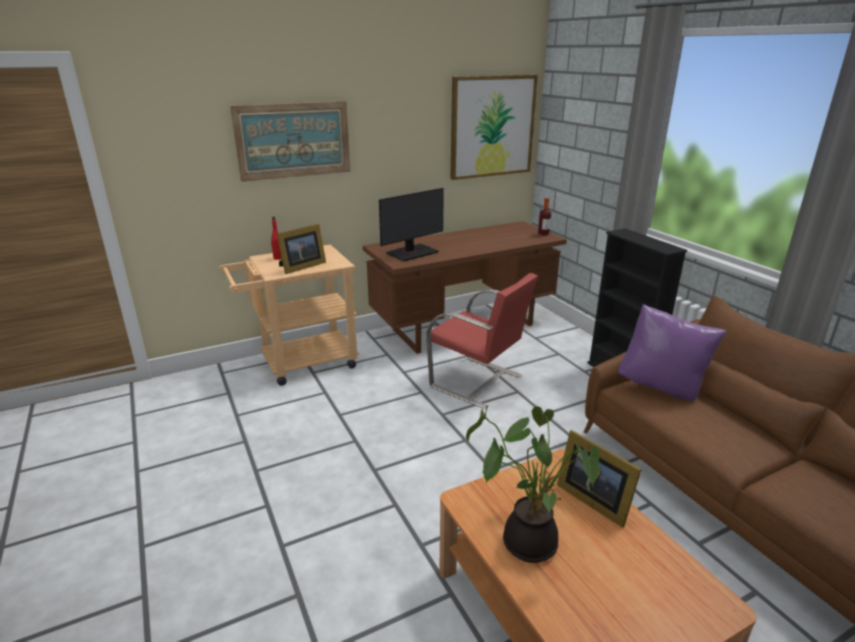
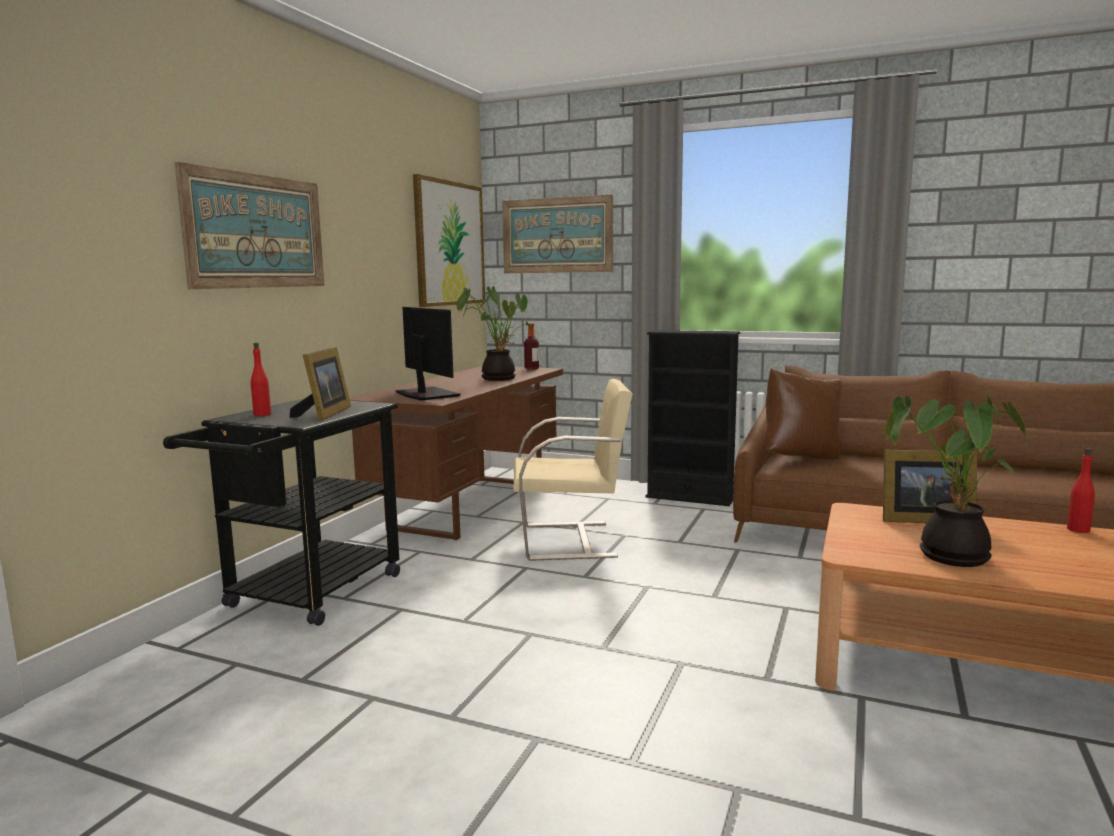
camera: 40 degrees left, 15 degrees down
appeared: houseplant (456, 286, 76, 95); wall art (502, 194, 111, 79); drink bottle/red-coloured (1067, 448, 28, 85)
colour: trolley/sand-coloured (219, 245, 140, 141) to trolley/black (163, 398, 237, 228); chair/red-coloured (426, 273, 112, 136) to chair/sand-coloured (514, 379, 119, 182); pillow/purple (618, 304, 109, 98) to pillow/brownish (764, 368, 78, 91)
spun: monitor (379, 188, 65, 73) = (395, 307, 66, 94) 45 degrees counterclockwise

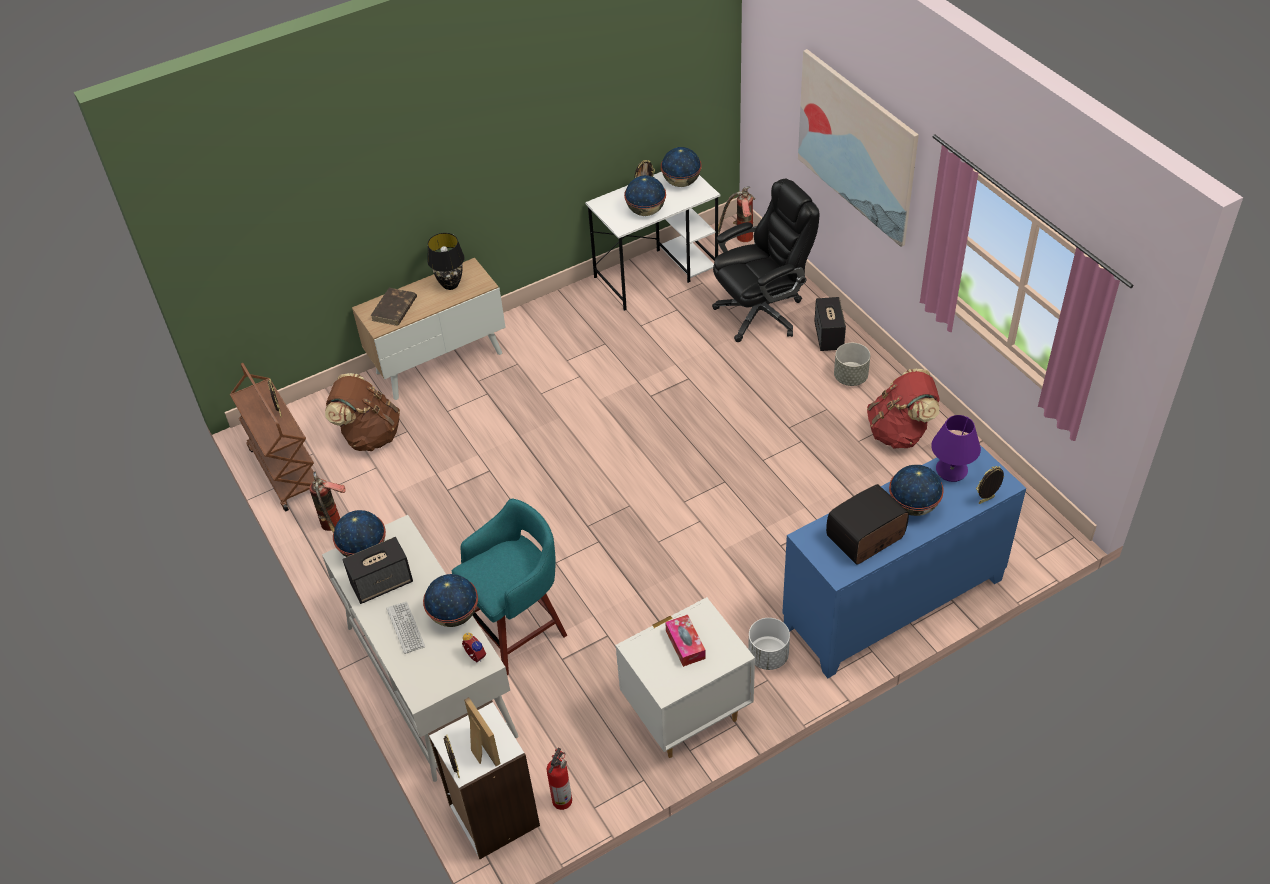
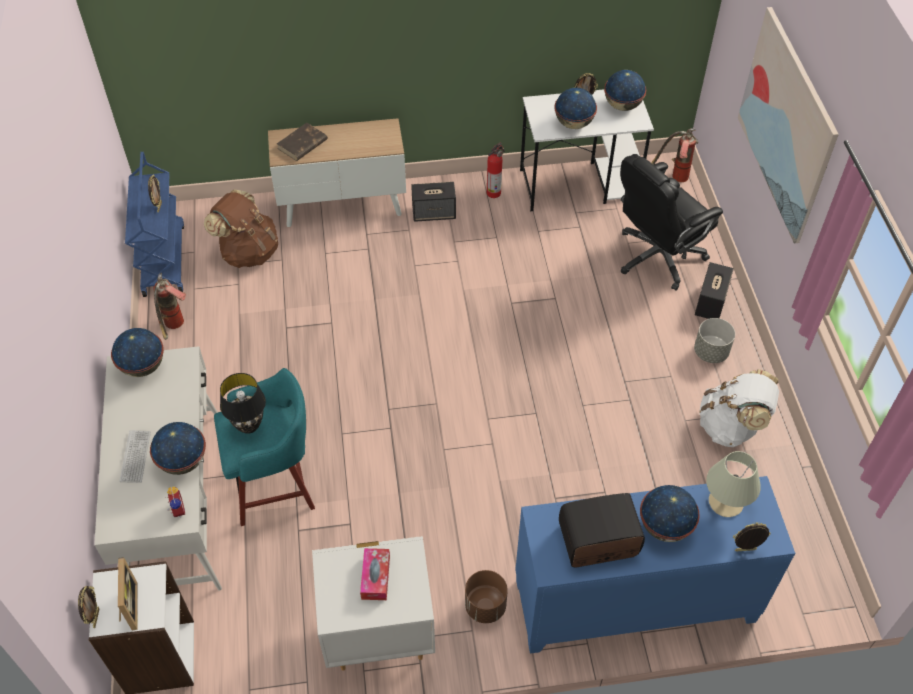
camera: 20 degrees right, 5 degrees up
relocated: audio speaker (342, 537, 71, 67) to (411, 182, 45, 40); table lamp/black (427, 233, 38, 57) to (220, 373, 46, 61); fire-fighting cylinder (547, 748, 25, 62) to (487, 142, 18, 56)
colour: trolley/brownish (230, 363, 85, 148) to trolley/blue-coloured (125, 152, 59, 145); plant pot/white (748, 618, 42, 52) to plant pot/brownish (465, 570, 43, 53); knapsack/red-coloured (867, 369, 73, 80) to knapsack/white (699, 370, 80, 77); table lamp/purple (931, 415, 50, 67) to table lamp/sand-coloured (706, 451, 55, 66)
spun: computer chair/black (712, 178, 107, 164) = (620, 154, 103, 137) 150 degrees clockwise

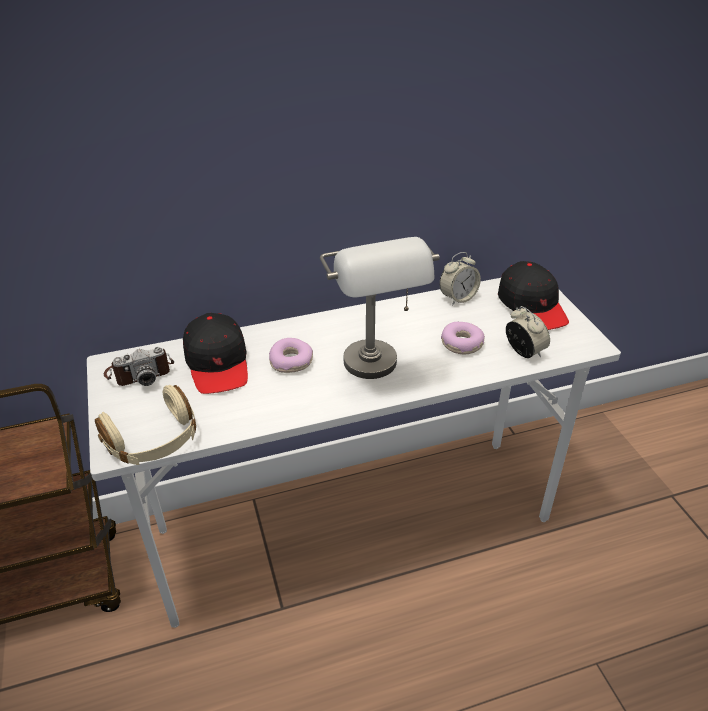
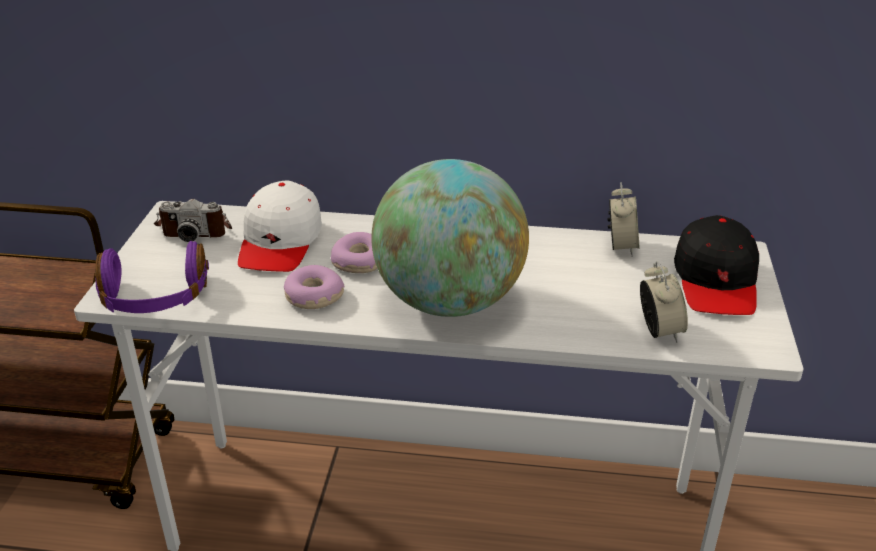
camera: 25 degrees right, 5 degrees down
relocated: donut (441, 322, 44, 32) to (284, 265, 60, 44)
exchanged: table lamp/greyish (320, 237, 120, 142) to desk globe (371, 159, 158, 158)
colour: headphones/sand-coloured (95, 385, 101, 80) to headphones/purple (95, 241, 114, 72); peaked cap/black (183, 313, 65, 81) to peaked cap/white (238, 180, 84, 92)
spun: bedside clock (439, 252, 42, 53) = (608, 182, 32, 75) 75 degrees counterclockwise

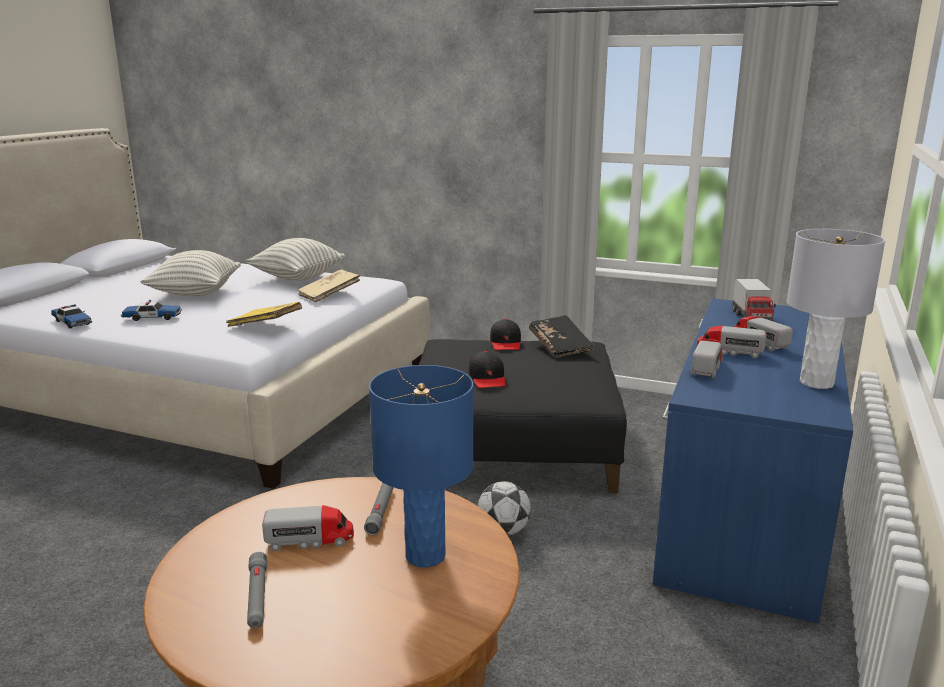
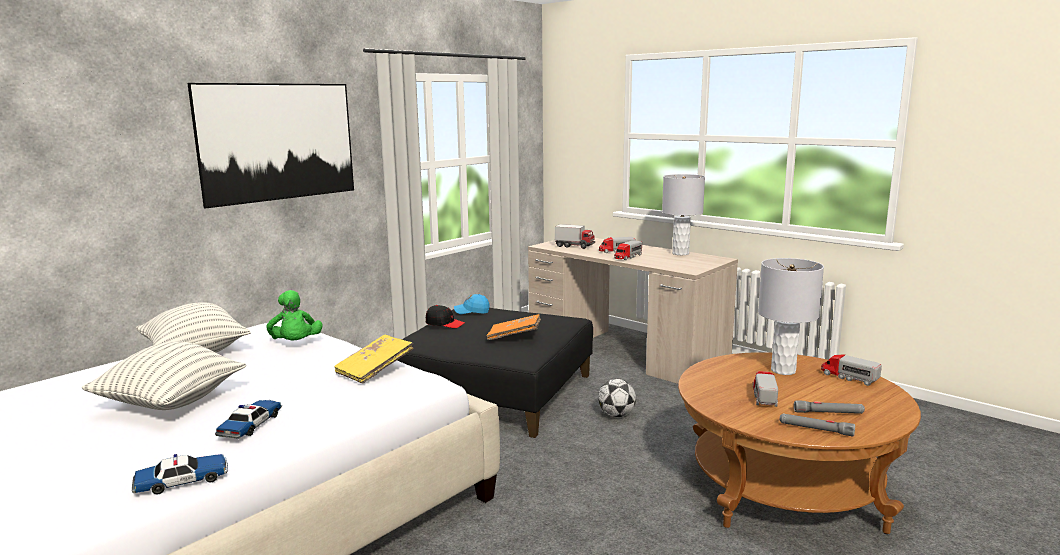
camera: 70 degrees left, 5 degrees down
appeared: wall art (187, 83, 167, 126)
relocated: hand torch/greyish (364, 483, 30, 52) to (780, 413, 75, 23); toy truck (691, 339, 32, 39) to (821, 354, 61, 32)
exchanged: bound book/sand-coloured (298, 269, 62, 33) to cuddly toy/greenish (267, 290, 56, 51); peaked cap/black (469, 351, 36, 37) to bound book/orange-coloured (486, 314, 55, 26); bound book/black (529, 315, 65, 43) to peaked cap/blue-coloured (454, 294, 36, 20)
colour: table lamp/blue-coloured (369, 365, 105, 203) to table lamp/greyish (758, 258, 66, 117); desk unit/blue-coloured (653, 298, 200, 325) to desk unit/sand-coloured (528, 238, 210, 146)

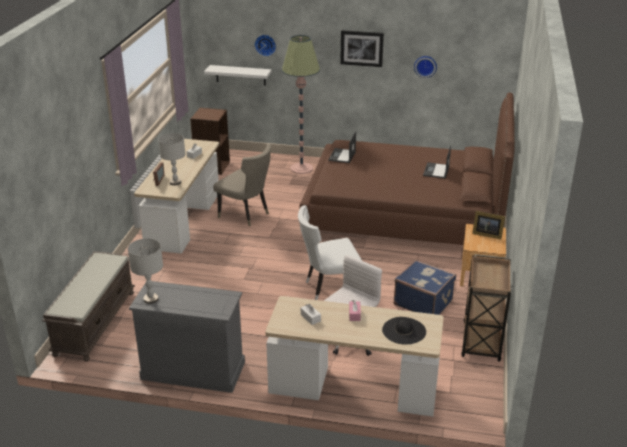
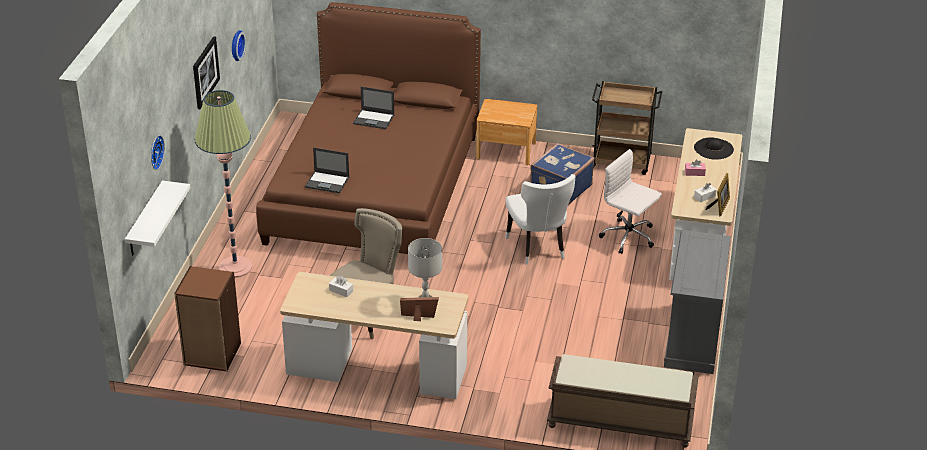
camera: 90 degrees left, 5 degrees up
missing: table lamp/greyish (128, 239, 35, 65)
relocated: picture frame (472, 211, 33, 28) to (706, 173, 24, 44)

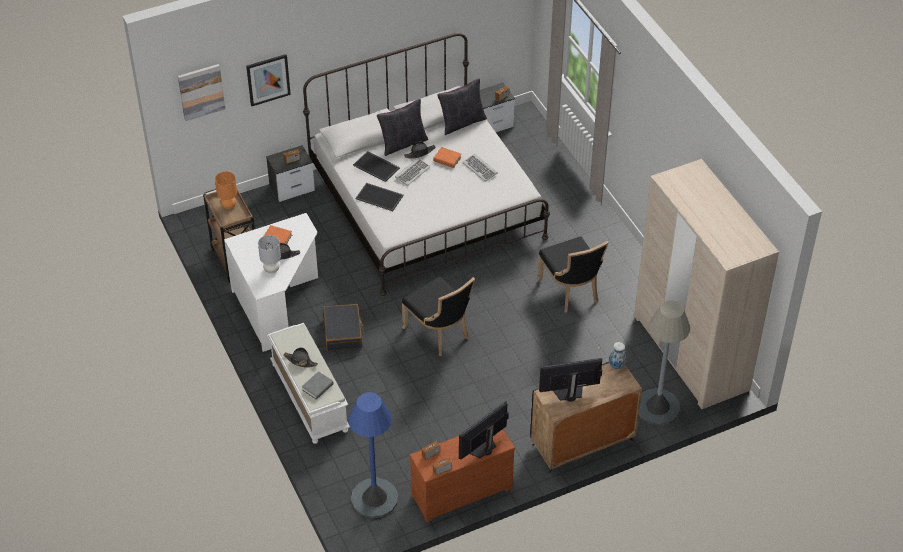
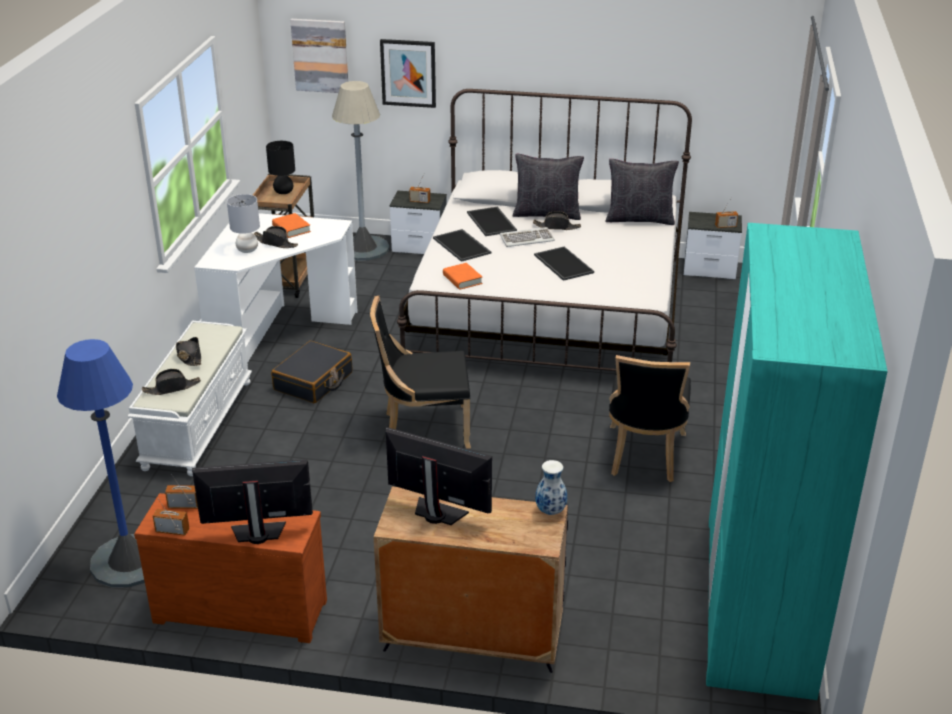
camera: 35 degrees right, 15 degrees down
missing: keyboard (462, 154, 36, 28)
appeared: tray (534, 247, 60, 34)
relocated: bound book/orange-coloured (433, 147, 28, 21) to (443, 263, 40, 27); standing lamp/greyish (639, 300, 51, 125) to (332, 81, 57, 180)
exchanged: bound book/greyish (302, 371, 32, 29) to wearable hat/black (142, 369, 59, 26)
colour: table lamp/orange-coloured (215, 171, 22, 38) to table lamp/black (266, 141, 29, 53); clothes cupboard/sand-coloured (634, 159, 145, 250) to clothes cupboard/turquoise (706, 223, 182, 477)
spun: chair/black (402, 276, 73, 80) = (370, 296, 101, 153) 90 degrees clockwise

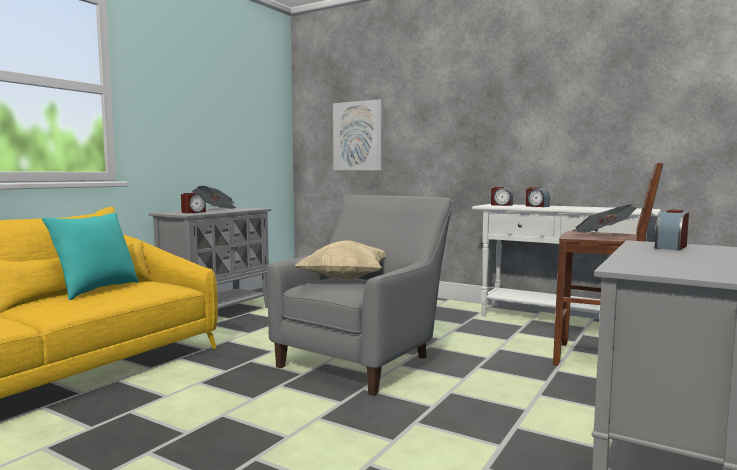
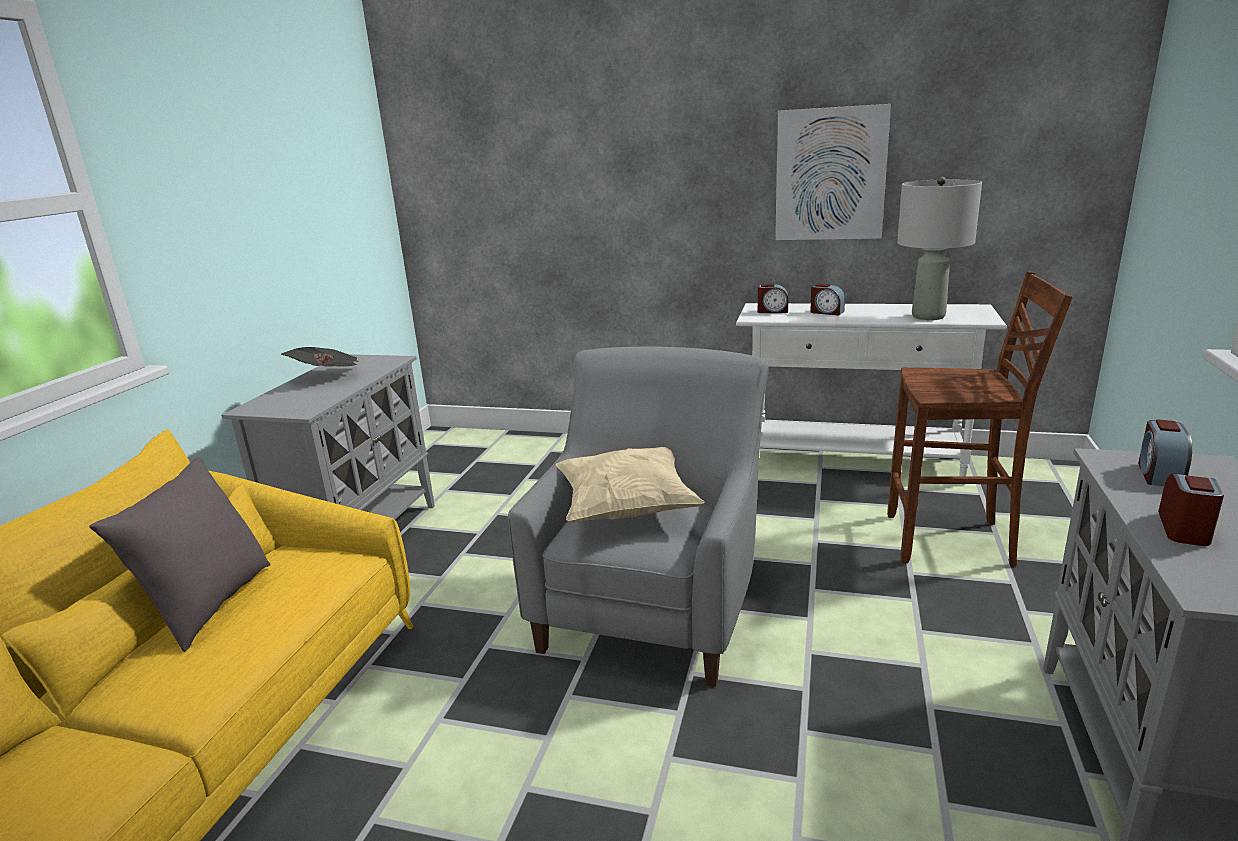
camera: 15 degrees left, 15 degrees up
missing: newspaper (572, 204, 64, 29)
appeared: table lamp/greyish (897, 177, 85, 143)
relocated: bedside clock (181, 193, 25, 20) to (1158, 474, 66, 72); wall art (333, 99, 50, 71) to (775, 104, 116, 136)
colour: pillow/turquoise (42, 213, 97, 87) to pillow/greyish (89, 457, 182, 195)

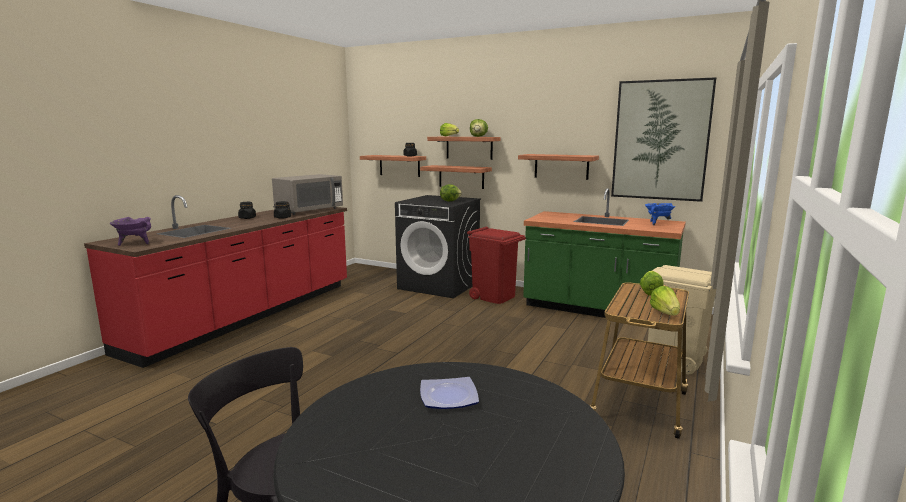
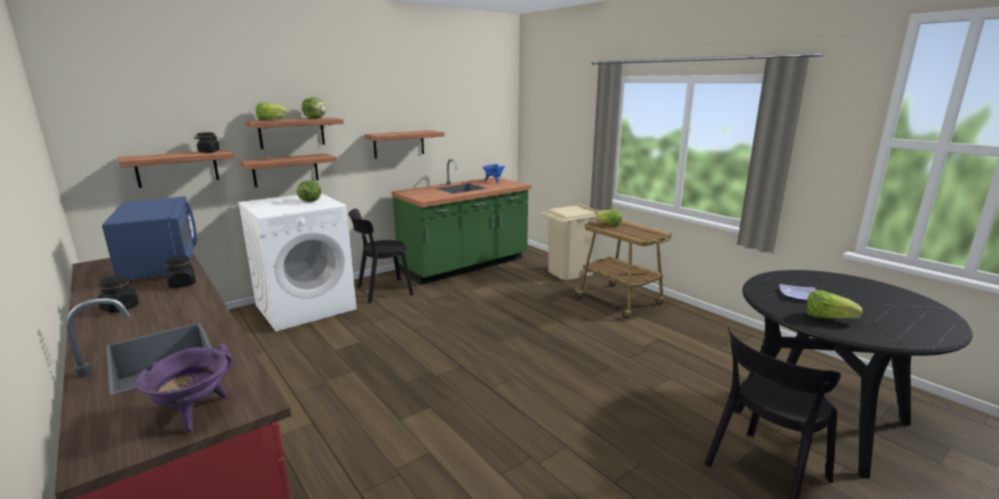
camera: 65 degrees left, 5 degrees up
missing: wall art (611, 77, 105, 125)
relocated: lettuce (650, 286, 30, 30) to (806, 290, 57, 29)
exchanged: rubbish bin/red-coloured (467, 227, 58, 77) to chair/black (348, 208, 65, 95)
colour: kitchen microwave/greyish (272, 174, 71, 41) to kitchen microwave/blue-coloured (102, 196, 95, 86); laundry machine/black (395, 195, 86, 103) to laundry machine/white (238, 193, 119, 138)

